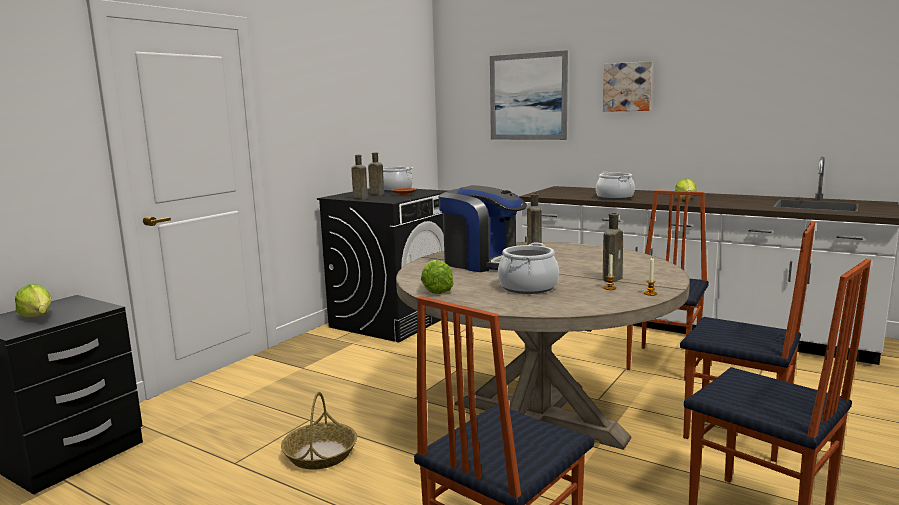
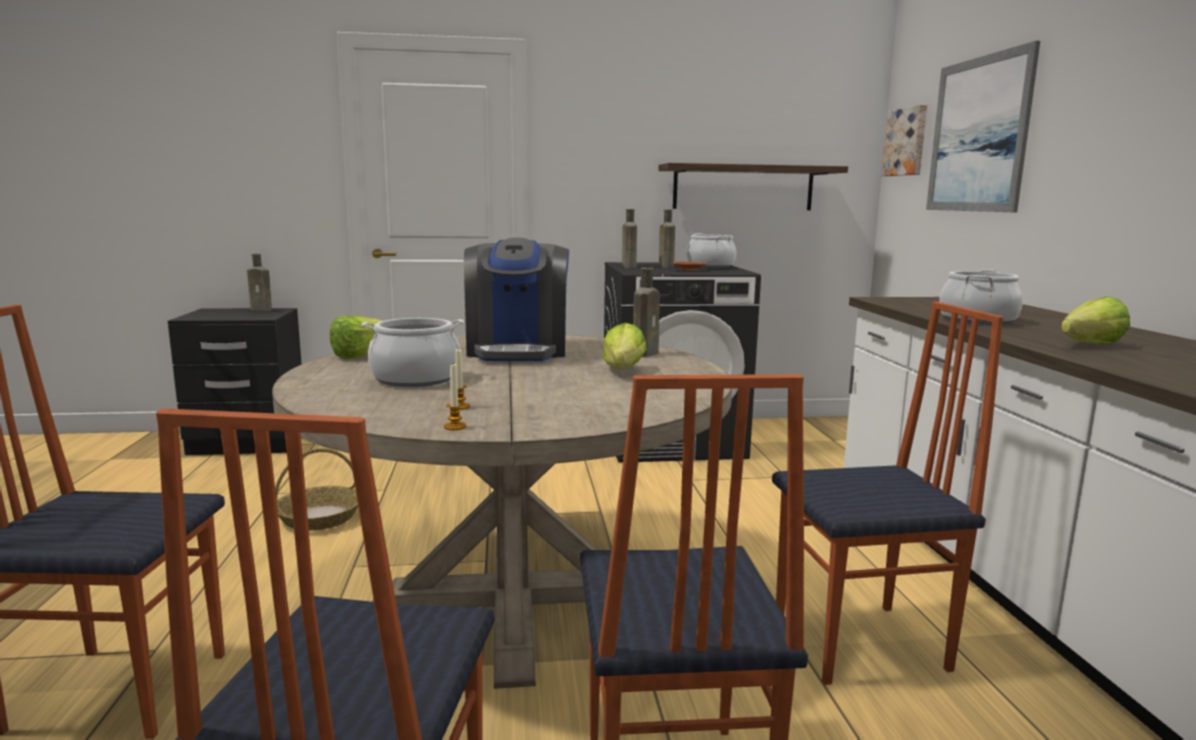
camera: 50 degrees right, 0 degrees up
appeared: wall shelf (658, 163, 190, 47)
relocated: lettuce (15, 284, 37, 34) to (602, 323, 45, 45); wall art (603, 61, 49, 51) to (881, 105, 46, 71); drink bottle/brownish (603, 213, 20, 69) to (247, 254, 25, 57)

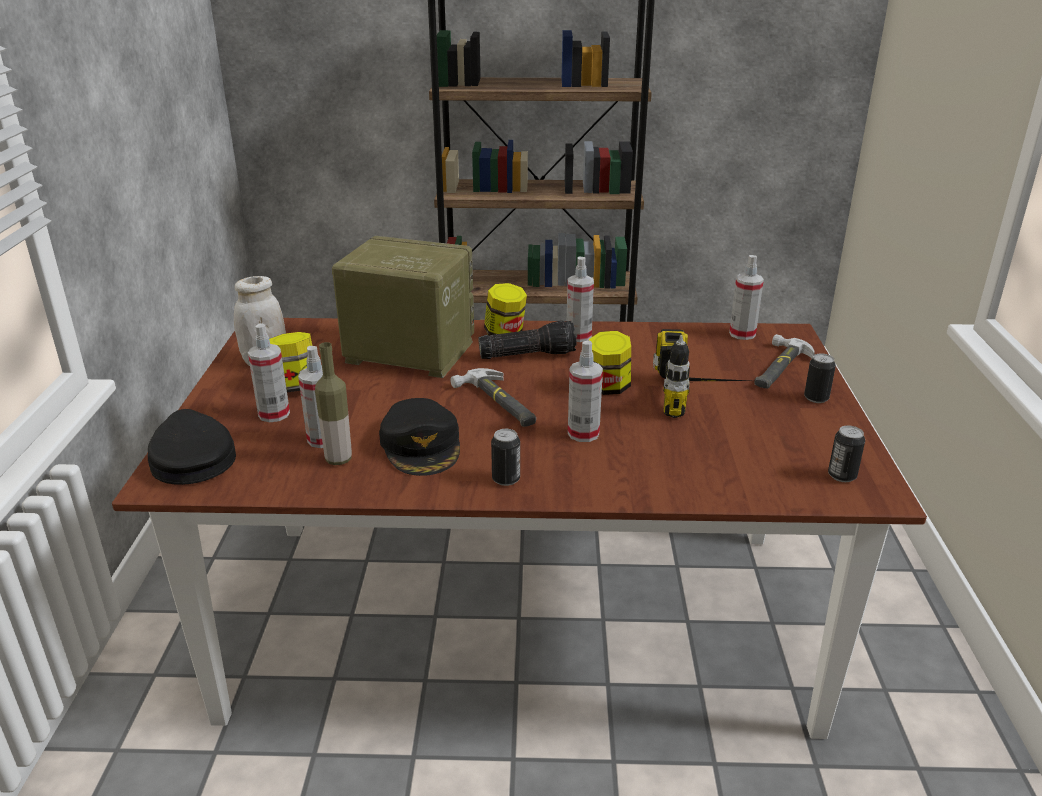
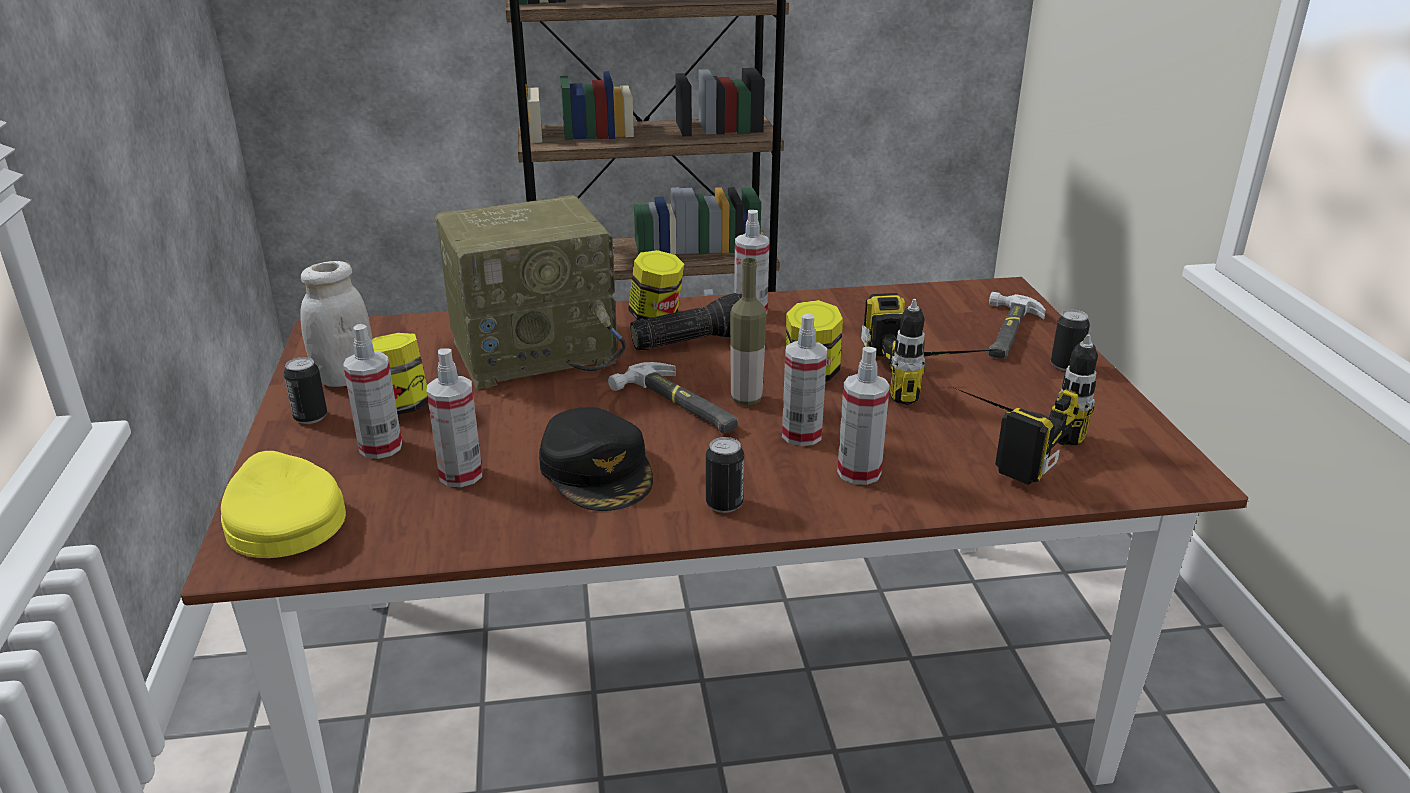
camera: 10 degrees left, 0 degrees up
appeared: drill (952, 334, 146, 151)
relocated: drink bottle (315, 342, 37, 123) to (730, 258, 37, 147); sprayer (729, 255, 35, 85) to (837, 347, 53, 138); can (828, 426, 37, 56) to (284, 357, 43, 67)
colour: peaked cap/black (148, 409, 88, 76) to peaked cap/yellow (221, 451, 125, 107)
spun: radio set (332, 236, 142, 142) = (436, 195, 190, 194) 150 degrees clockwise

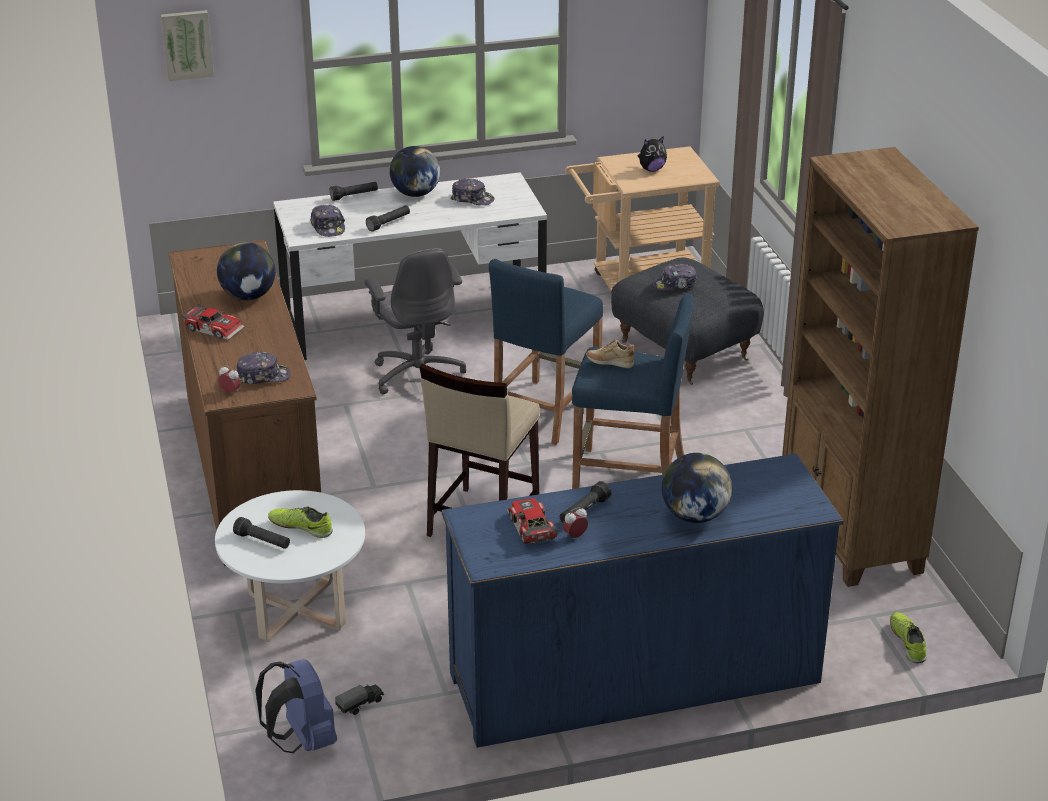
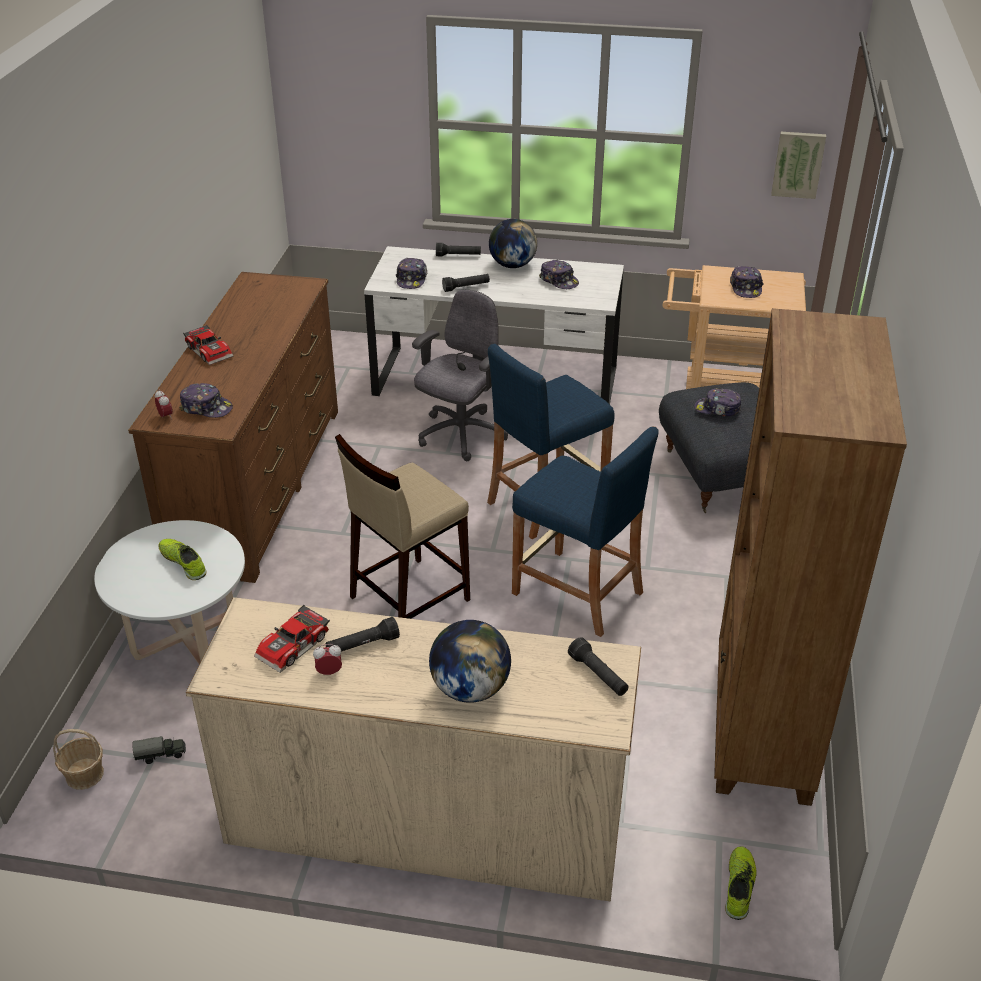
camera: 25 degrees right, 5 degrees up
missing: desk globe (217, 242, 59, 58); item of footwear/sand-coloured (586, 339, 48, 29)
relocated: wall art (161, 10, 53, 71) to (771, 132, 55, 67); hand torch/black (233, 517, 57, 32) to (568, 637, 60, 59)
exchanged: knapsack/blue-coloured (255, 659, 82, 94) to basket (53, 729, 51, 61); cuddly toy (637, 136, 30, 36) to peaked cap (730, 266, 34, 32)
colour: chest of drawers/blue-coloured (442, 454, 402, 294) to chest of drawers/sand-coloured (186, 597, 455, 305)
spun: computer chair/greyish (365, 248, 101, 147) = (412, 290, 96, 171) 150 degrees counterclockwise; miniature car (507, 498, 51, 47) = (254, 605, 76, 68) 150 degrees counterclockwise

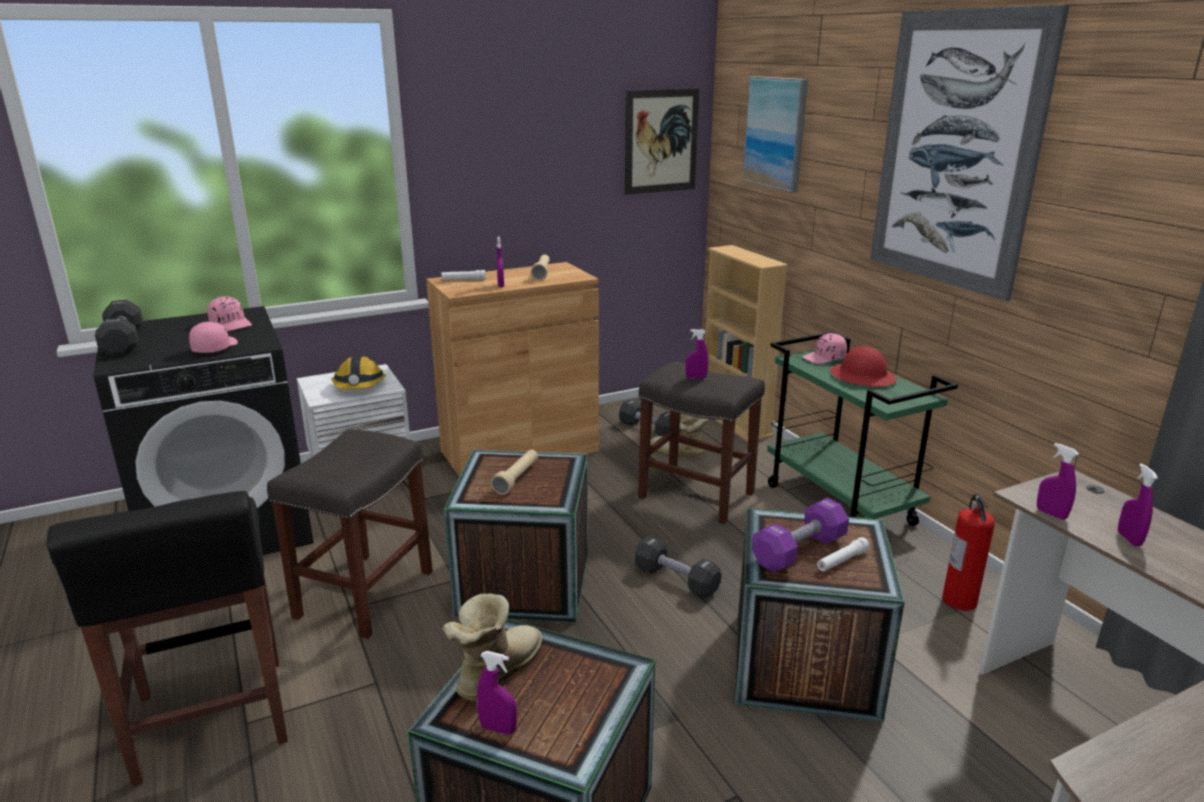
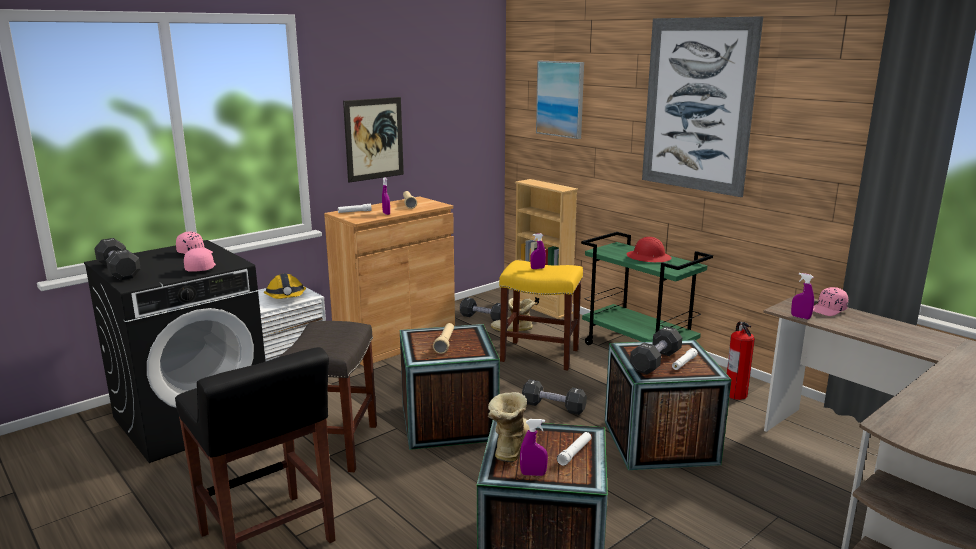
camera: 15 degrees left, 5 degrees down
missing: sprayer/purple (1118, 463, 40, 83)
appeared: hand torch/white (557, 432, 34, 34)
relocated: wall art (625, 88, 74, 107) to (343, 97, 61, 86); peaked cap/pink-coloured (803, 333, 44, 31) to (813, 287, 35, 29)
colour: stool seat/greyish (638, 361, 127, 163) to stool seat/yellow (499, 260, 84, 111); free weight/purple (752, 498, 97, 75) to free weight/black (630, 326, 52, 48)

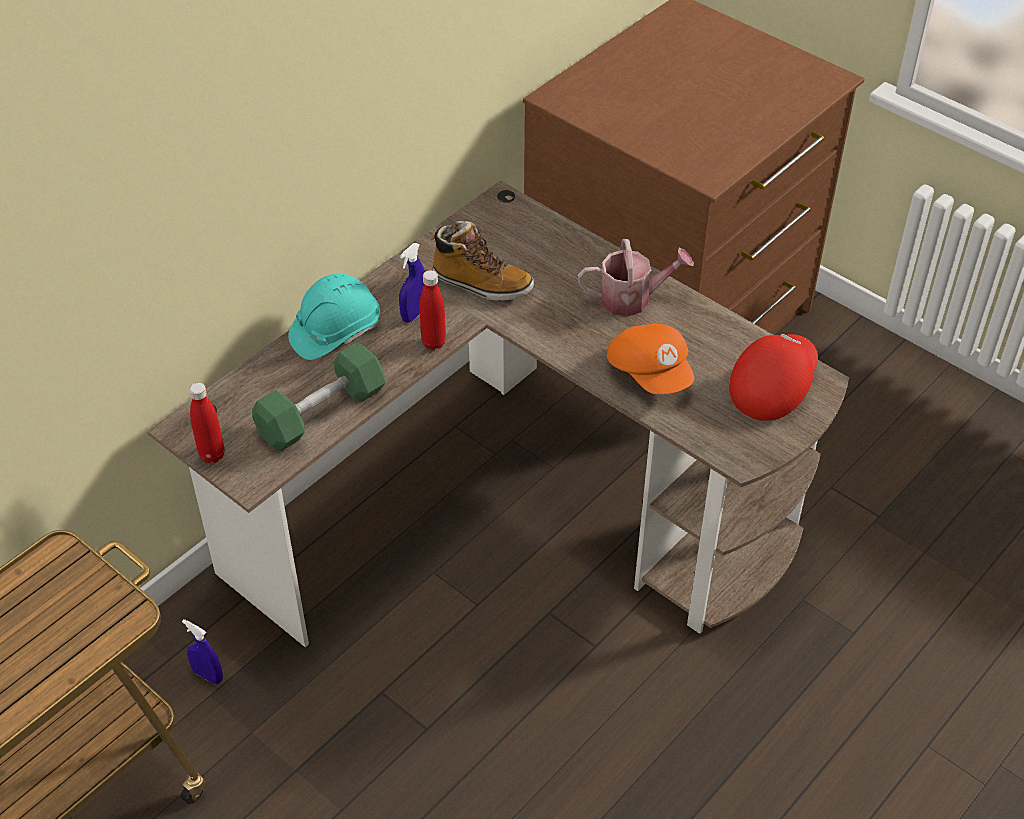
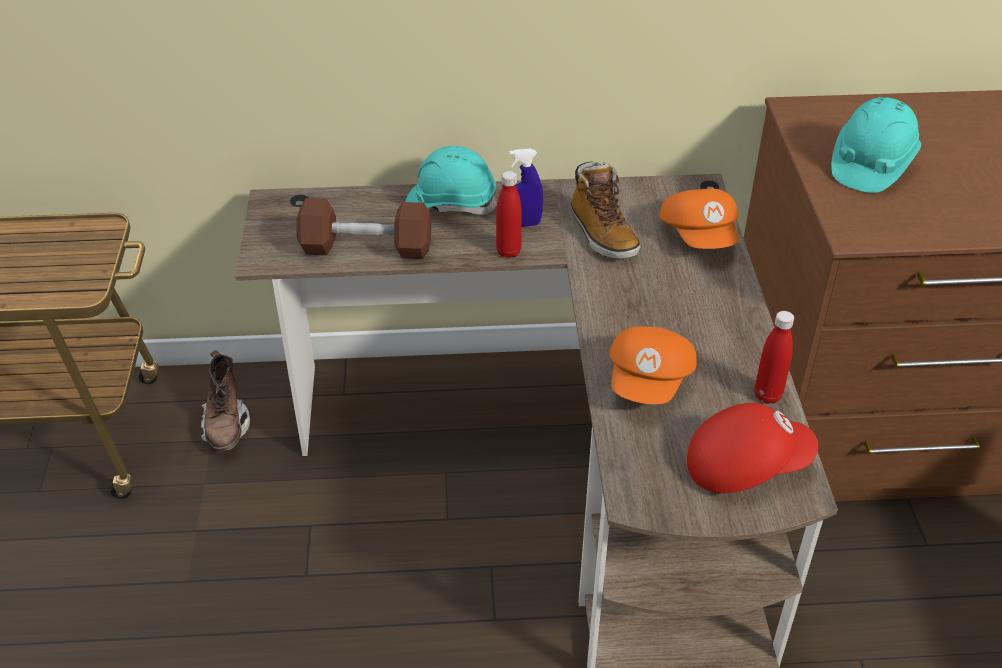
camera: 45 degrees right, 5 degrees down
missing: watering pot (578, 239, 116, 78)
appeared: peaked cap/orange-coloured (659, 189, 79, 60); work helmet/turquoise (831, 97, 90, 96)
relocated: drink bottle/red-coloured (189, 383, 36, 80) to (755, 311, 39, 93)
exchanged: sprayer/blue-coloured (182, 619, 41, 65) to boot/brownish (201, 350, 49, 102)
colour: free weight/greenish (252, 342, 134, 109) to free weight/brownish (296, 198, 135, 61)

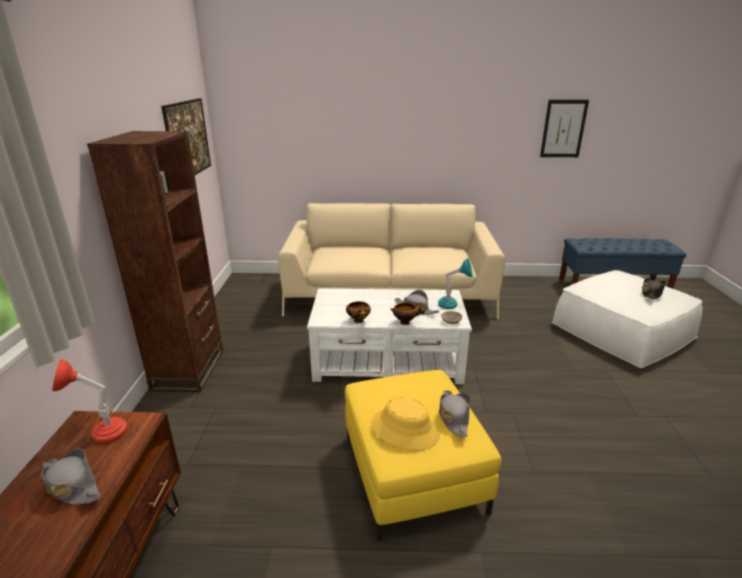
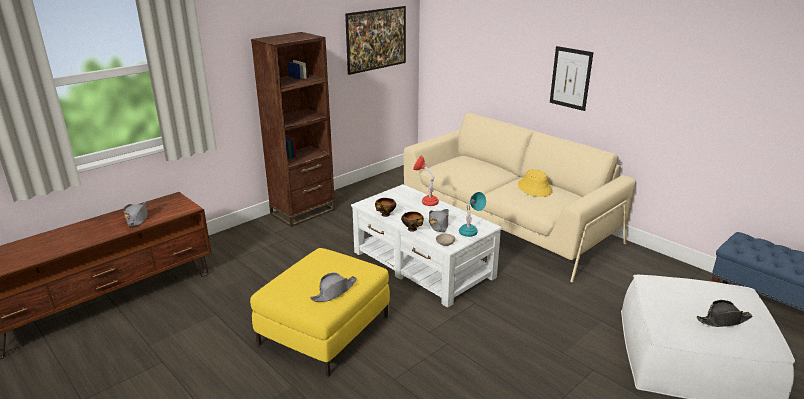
camera: 45 degrees right, 0 degrees up
relocated: table lamp/red-coloured (52, 359, 76, 84) to (413, 156, 26, 50); wearable hat/yellow (371, 397, 69, 54) to (518, 169, 35, 28); wall art (540, 100, 49, 57) to (550, 46, 43, 65)

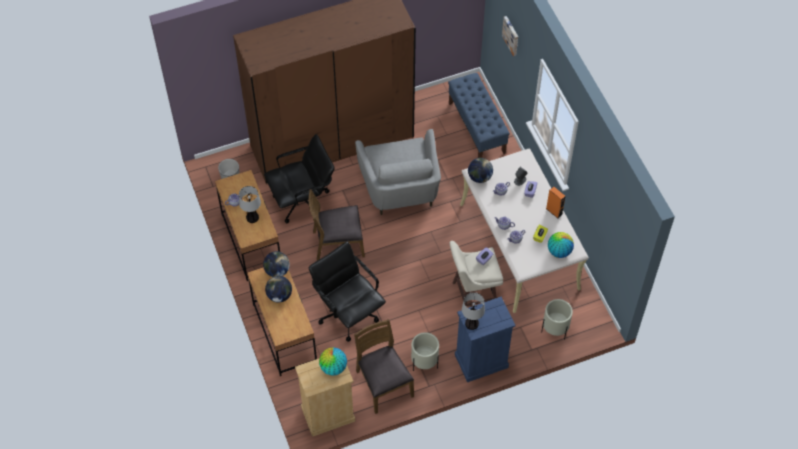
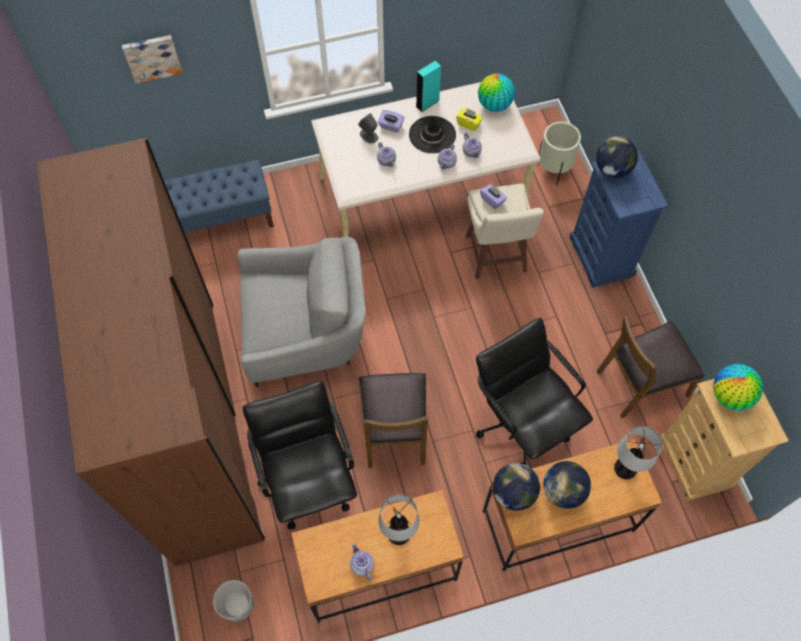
camera: 85 degrees left, 5 degrees up
missing: plant pot/sand-coloured (411, 332, 28, 39)
appeared: wearable hat/black (409, 116, 47, 37)
relocated: table lamp (462, 292, 23, 38) to (614, 426, 49, 53); desk globe (468, 158, 25, 25) to (596, 136, 42, 42)
colour: audio speaker/orange-coloured (546, 186, 20, 32) to audio speaker/turquoise (416, 61, 25, 51)
spun: computer chair/black (309, 241, 77, 101) = (476, 318, 117, 147) 90 degrees clockwise

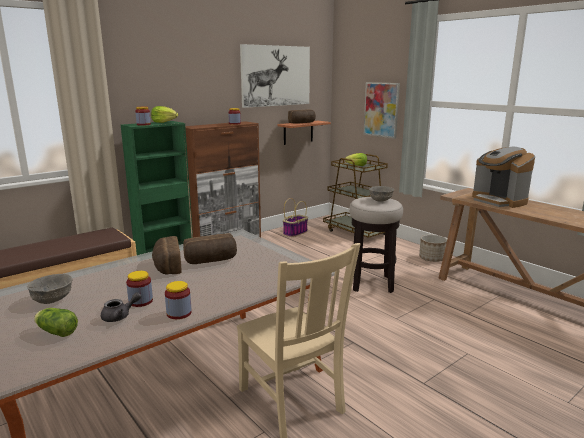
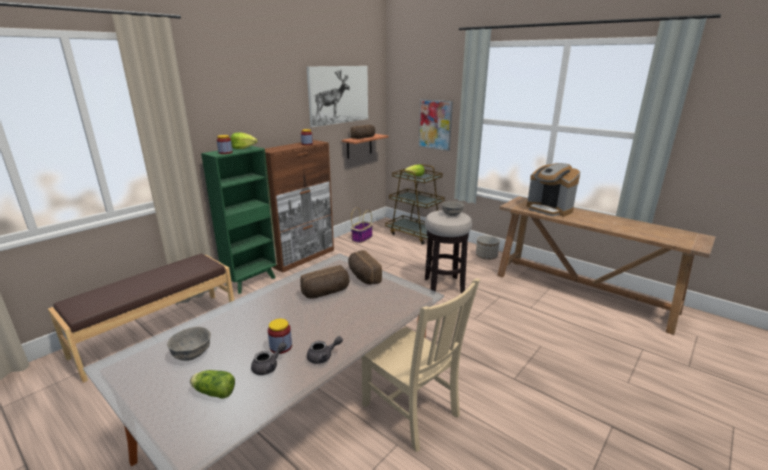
camera: 10 degrees left, 5 degrees up
relocated: bakery bread (152, 236, 30, 39) to (348, 250, 34, 35)
exchanged: storage jar (165, 281, 27, 38) to pot for tea/greyish (307, 336, 36, 28)

